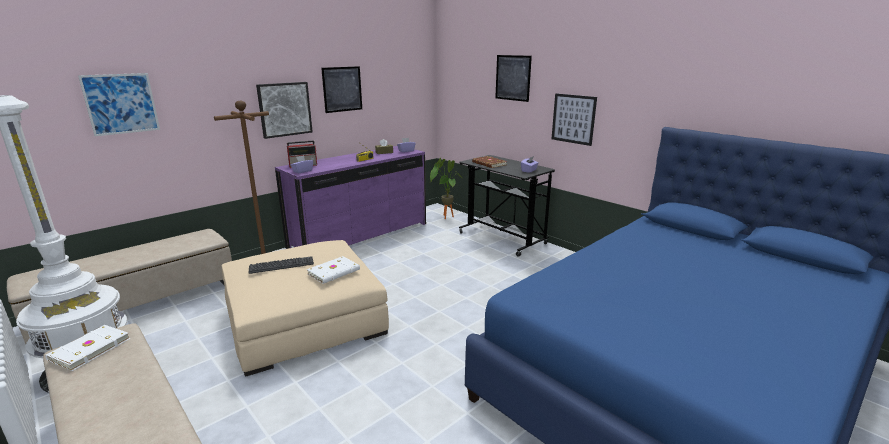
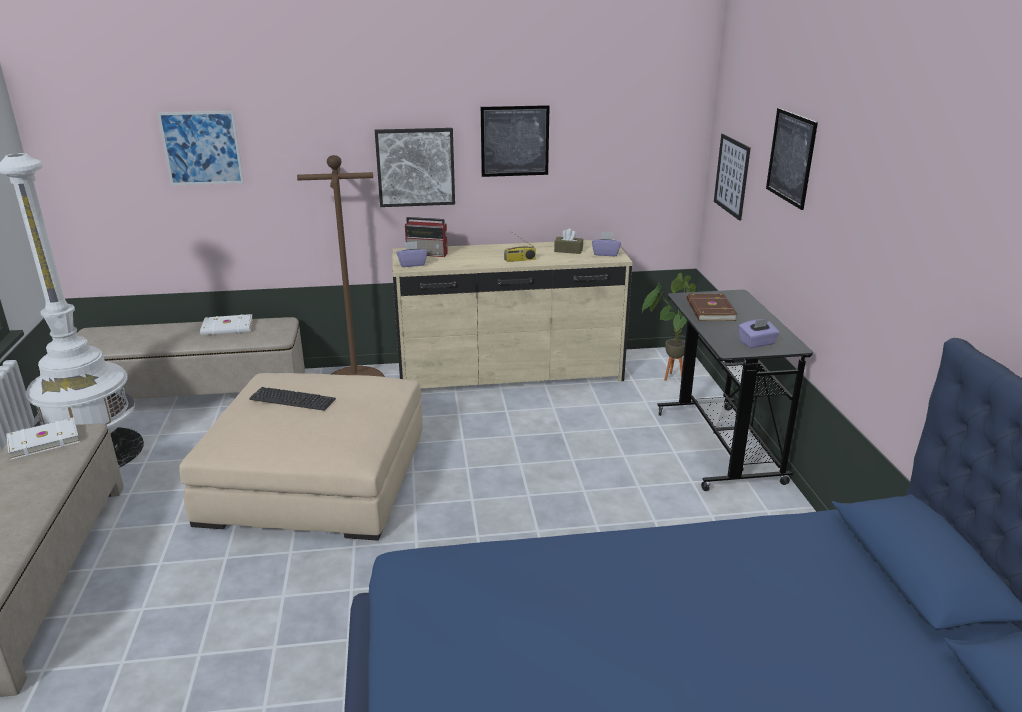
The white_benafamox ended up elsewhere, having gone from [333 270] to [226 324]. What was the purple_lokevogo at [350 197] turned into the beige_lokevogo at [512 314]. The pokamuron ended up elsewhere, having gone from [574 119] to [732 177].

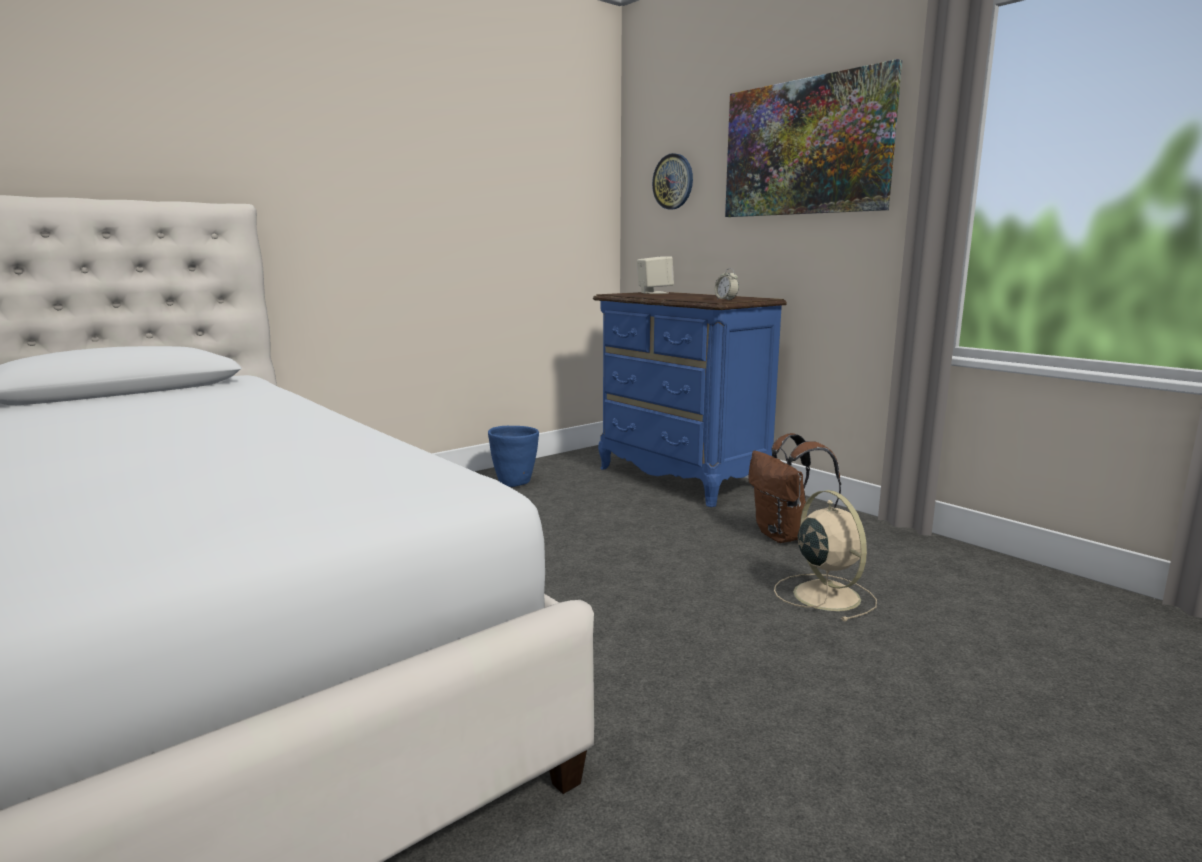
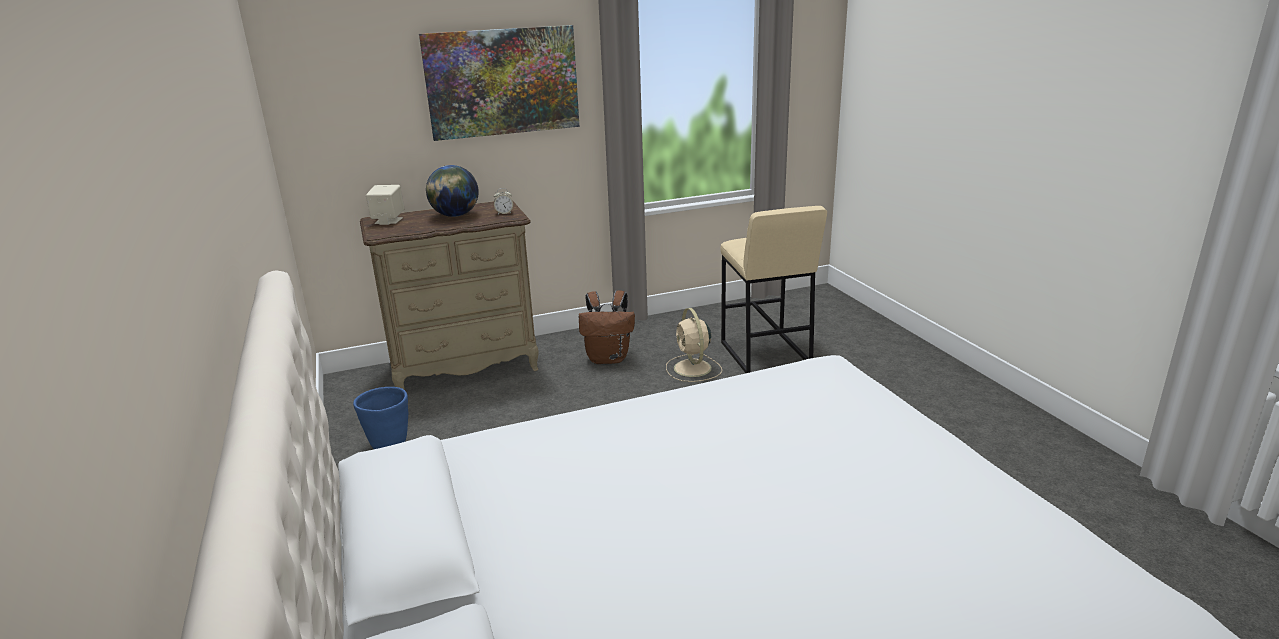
What was the blue_lokevogo at [690 399] turned into the beige_lokevogo at [449 295]. The second view gained the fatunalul at [452 191]. The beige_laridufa at [825 555] ended up facing another way, 105 degrees counterclockwise from before. The second view gained the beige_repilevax at [774 289]. The second view lost the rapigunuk at [672 181].

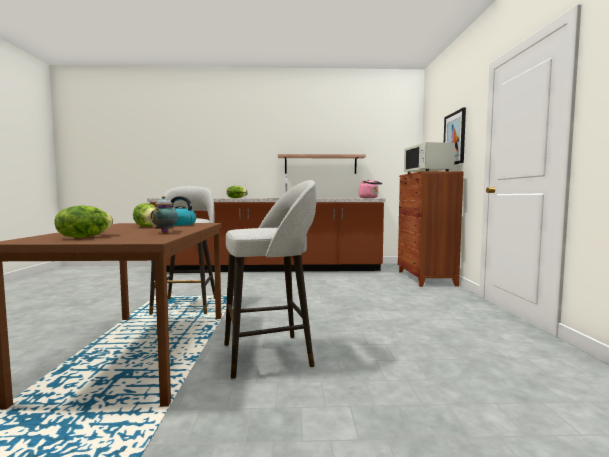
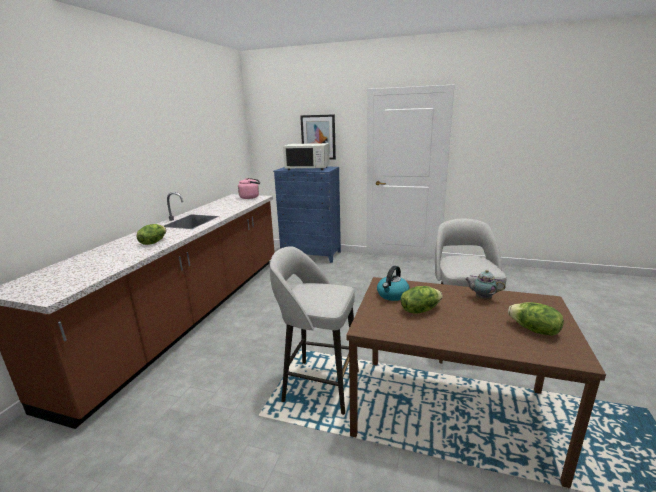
What was the brown_lokevogo at [431 229] turned into the blue_lokevogo at [307 215]. The second view lost the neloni at [322 164].

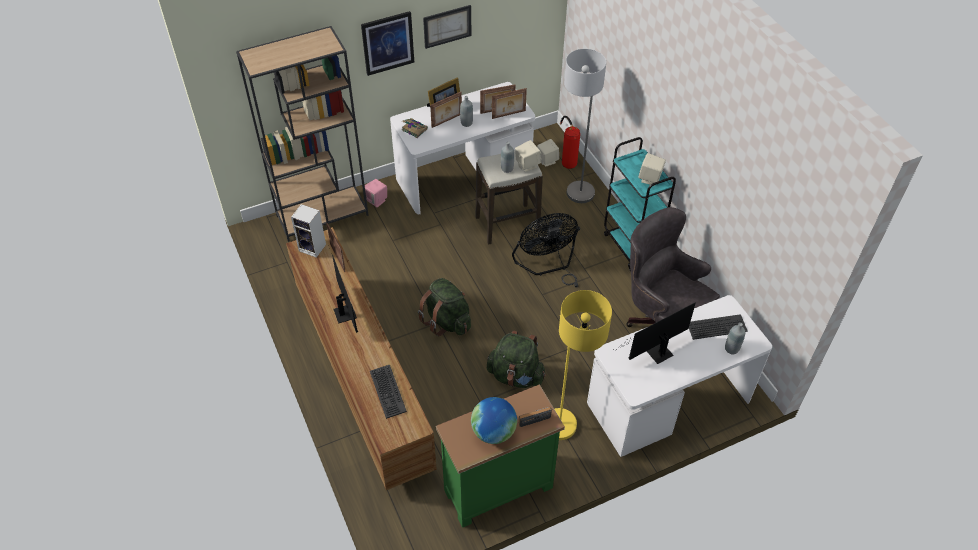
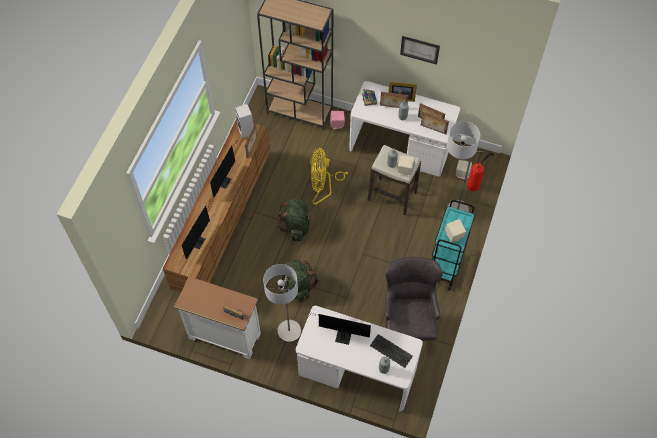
What was the green_lokevogo at [500 456] turned into the white_lokevogo at [217 317]. Where the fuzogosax stood at [388 392], the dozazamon came to stand at [197 229]. What was the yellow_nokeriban at [583 365] turned into the grey_nokeriban at [282 303]. The second view gained the yellow_laridufa at [329 176]. The second view lost the pokamuron at [387 43]. The second view lost the fatunalul at [494 420]. The second view lost the black_laridufa at [546 250].

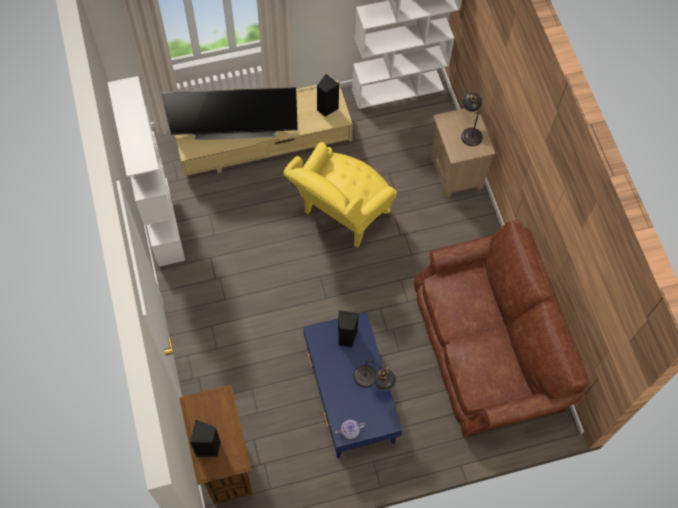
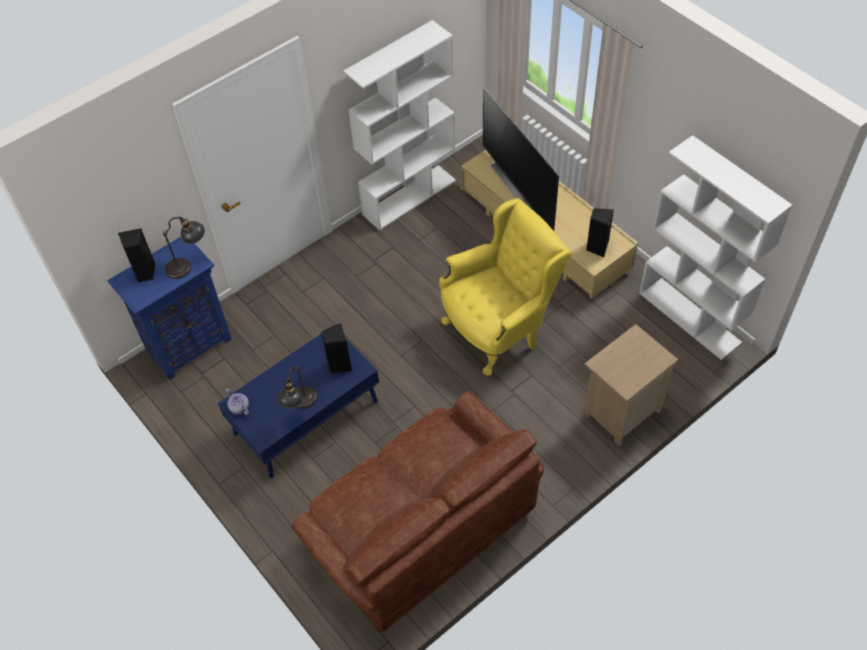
What was the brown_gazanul at [215 445] turned into the blue_gazanul at [169 308]. The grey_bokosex ended up elsewhere, having gone from [472 119] to [184 247]. The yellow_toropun at [340 195] ended up facing another way, 135 degrees clockwise from before.

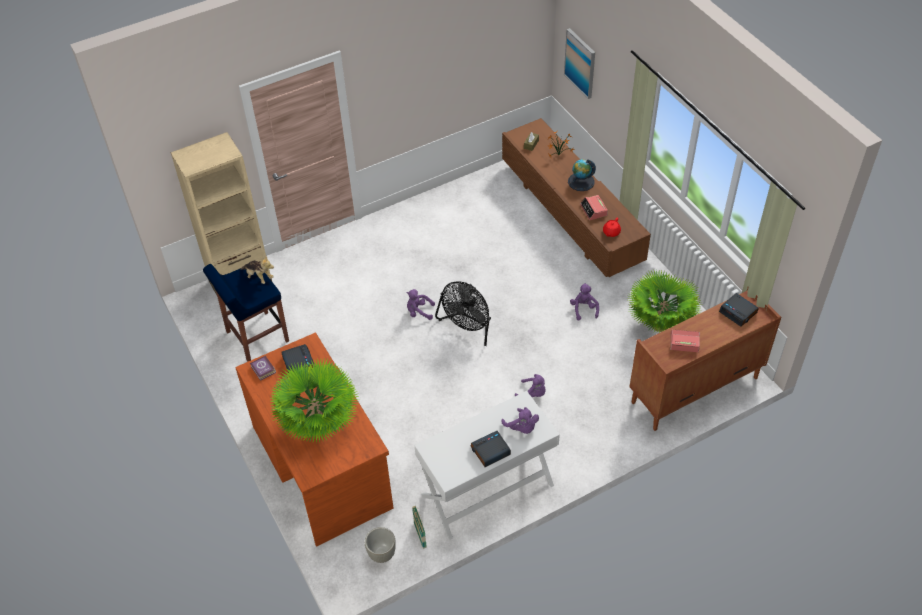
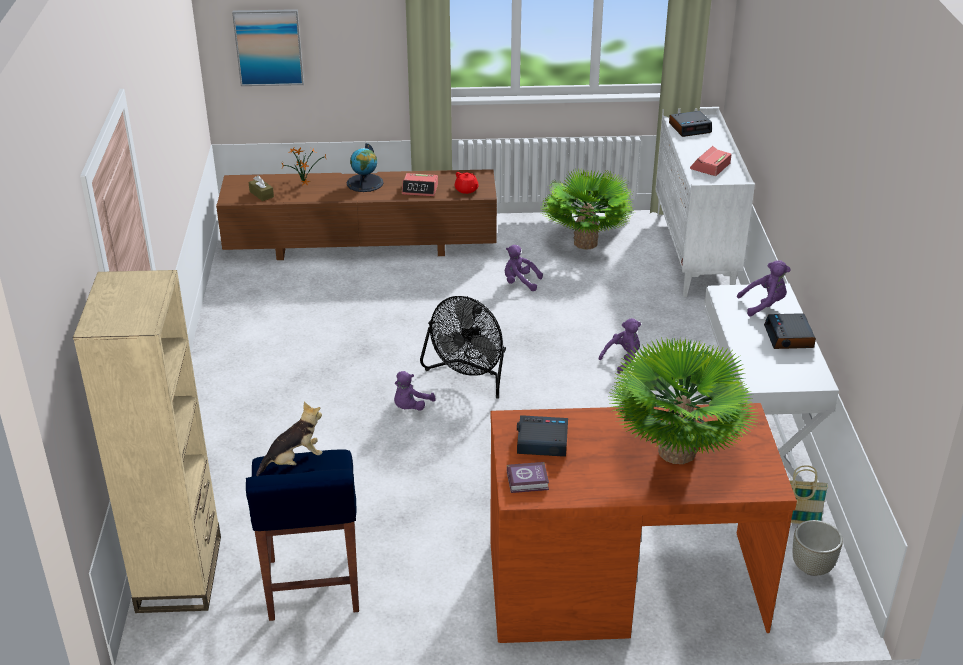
The black_laridufa at [463 313] ended up facing another way, 60 degrees clockwise from before. What was the brown_gazanul at [705 359] turned into the white_gazanul at [705 202].

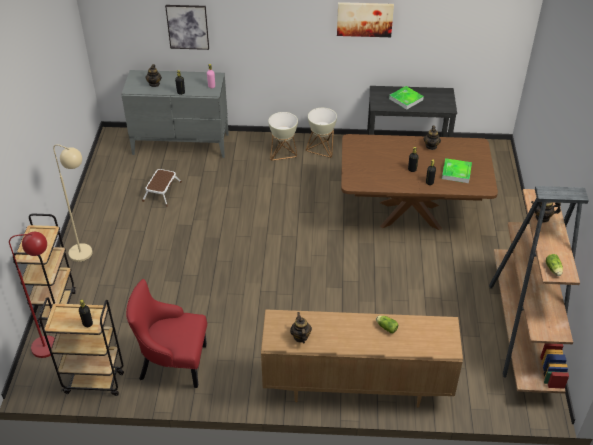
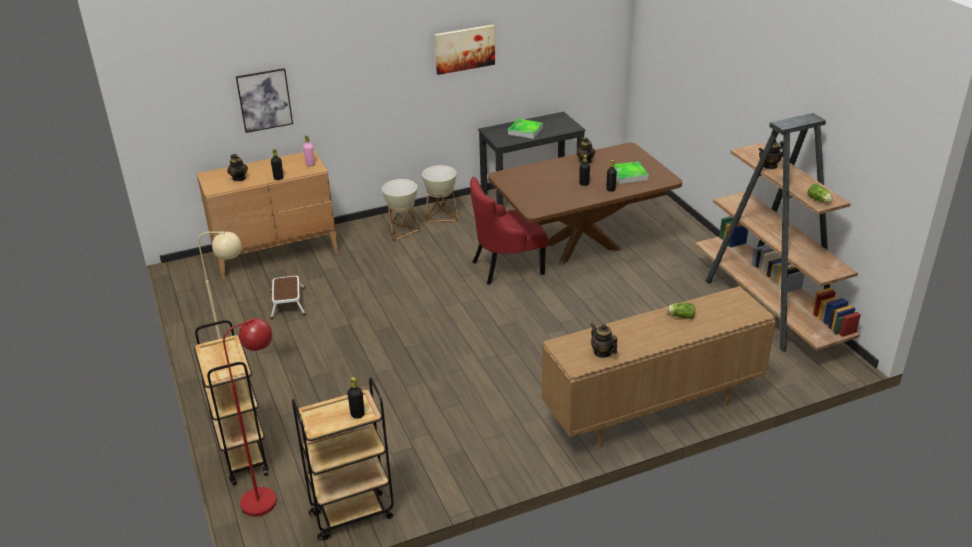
What was the grey_gazanul at [175 114] turned into the brown_gazanul at [267 214]. The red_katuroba ended up elsewhere, having gone from [166 333] to [509 231].

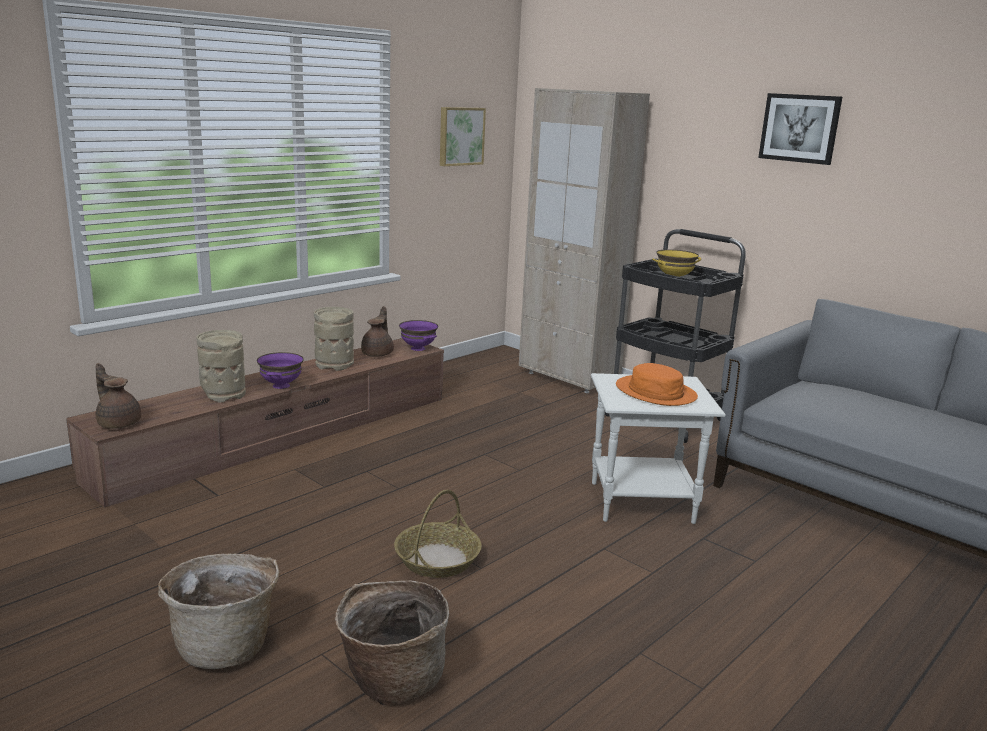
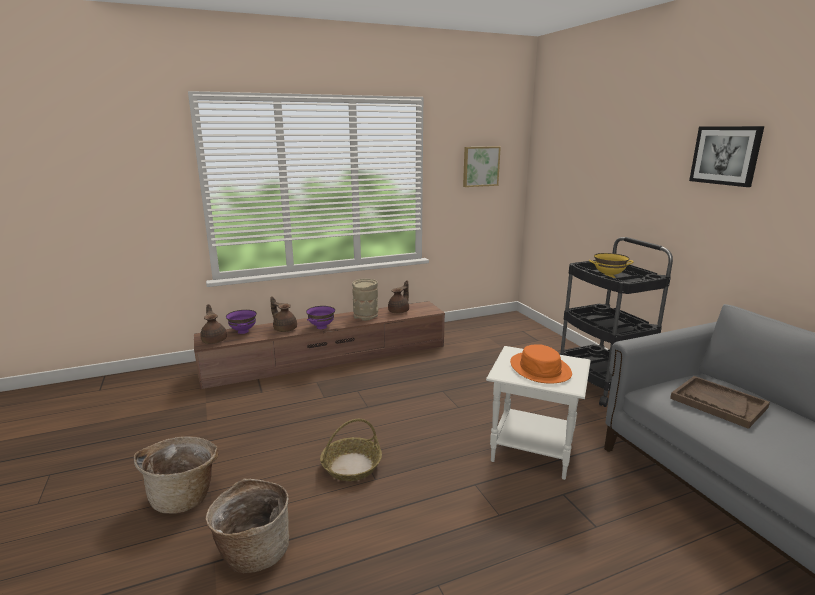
The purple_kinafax ended up elsewhere, having gone from [418 335] to [241 322]. Where the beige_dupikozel stood at [221 366], the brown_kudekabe came to stand at [283 314]. The second view gained the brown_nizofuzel at [720 402]. The second view lost the beige_gazanul at [584 240].

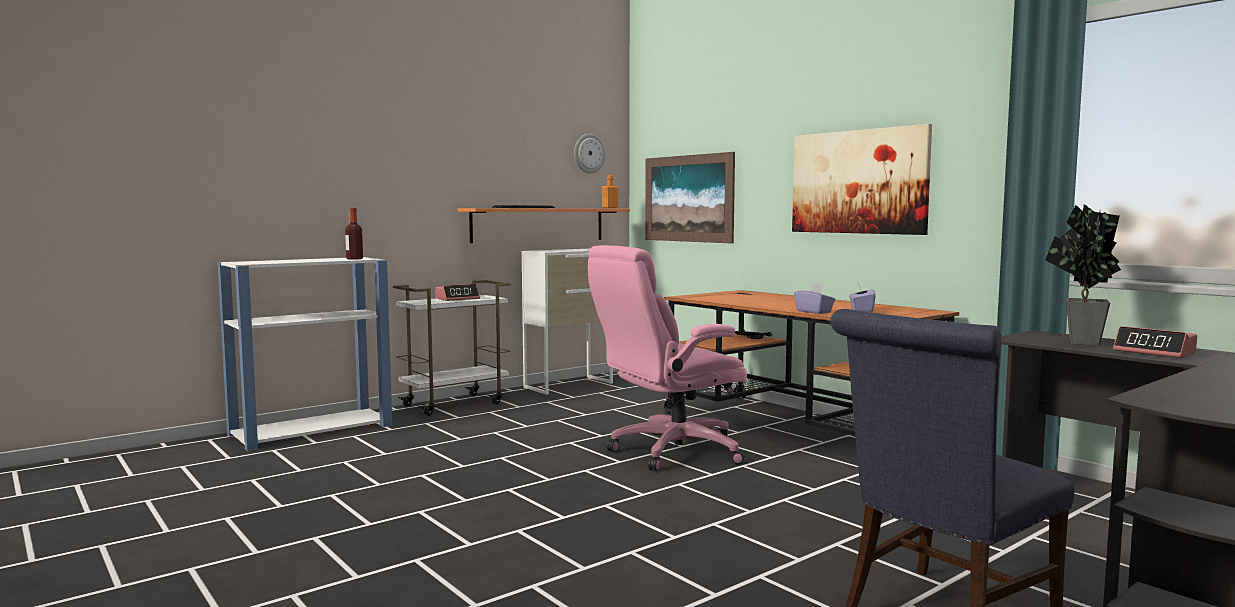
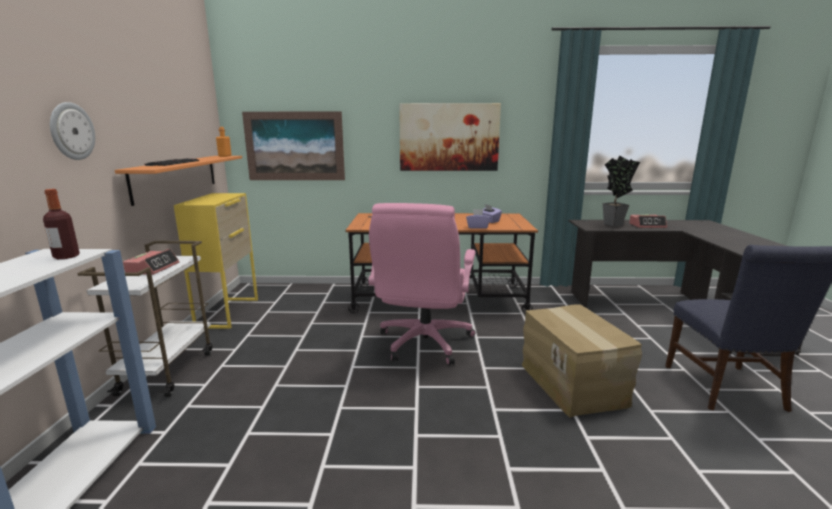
The rapigunuk ended up elsewhere, having gone from [590 153] to [72 131]. What was the white_gazanul at [567 322] turned into the yellow_gazanul at [216 261]. The second view gained the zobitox at [582 361].

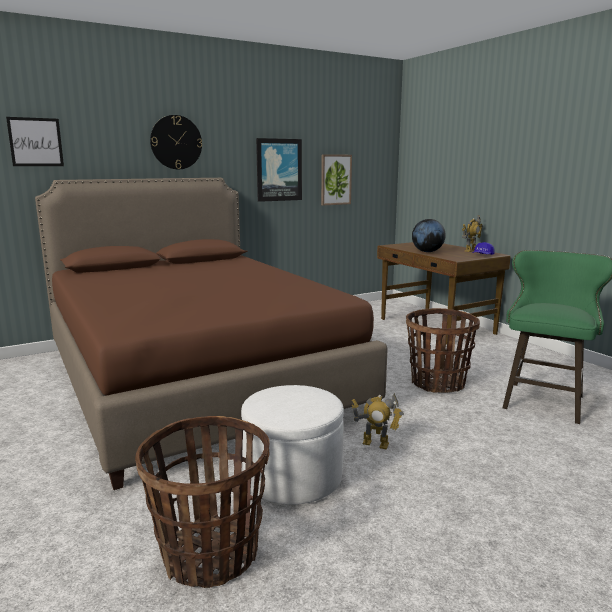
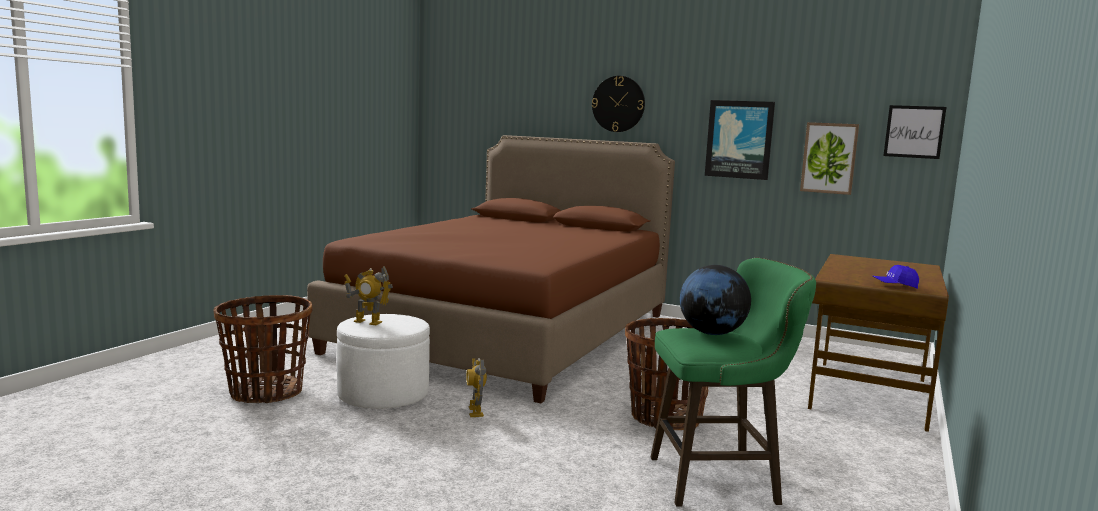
The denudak ended up elsewhere, having gone from [472 233] to [368 295]. The fatunalul ended up elsewhere, having gone from [429 235] to [715 300]. The pokamuron ended up elsewhere, having gone from [35 141] to [914 132].

